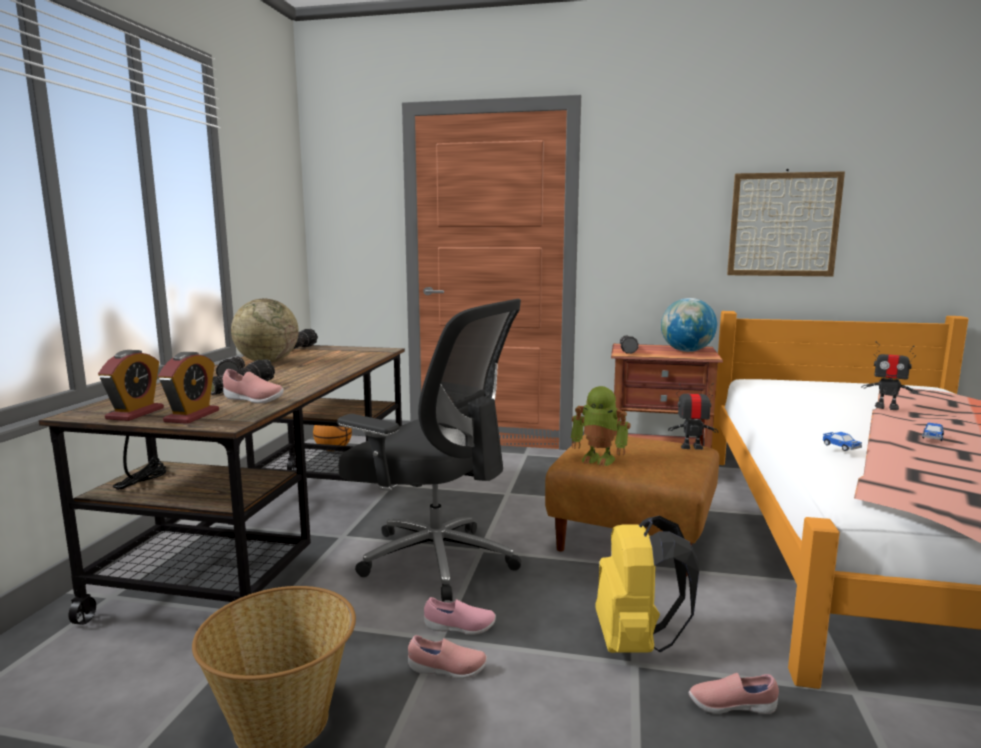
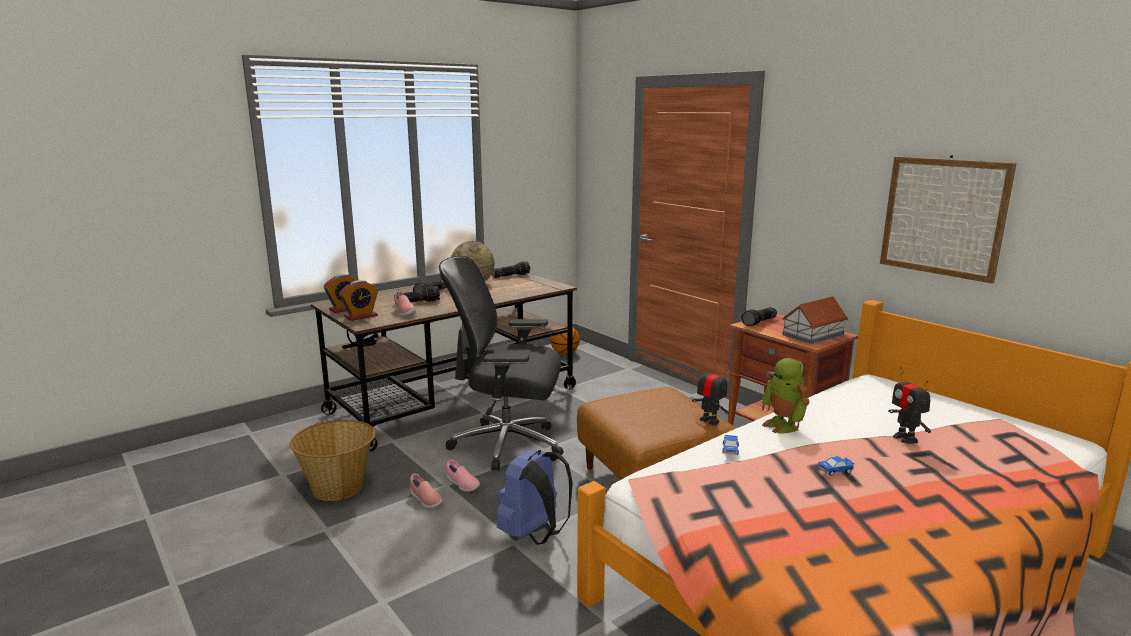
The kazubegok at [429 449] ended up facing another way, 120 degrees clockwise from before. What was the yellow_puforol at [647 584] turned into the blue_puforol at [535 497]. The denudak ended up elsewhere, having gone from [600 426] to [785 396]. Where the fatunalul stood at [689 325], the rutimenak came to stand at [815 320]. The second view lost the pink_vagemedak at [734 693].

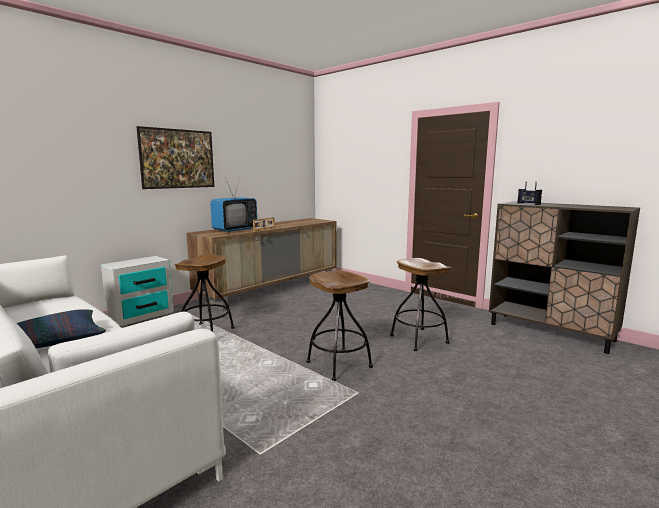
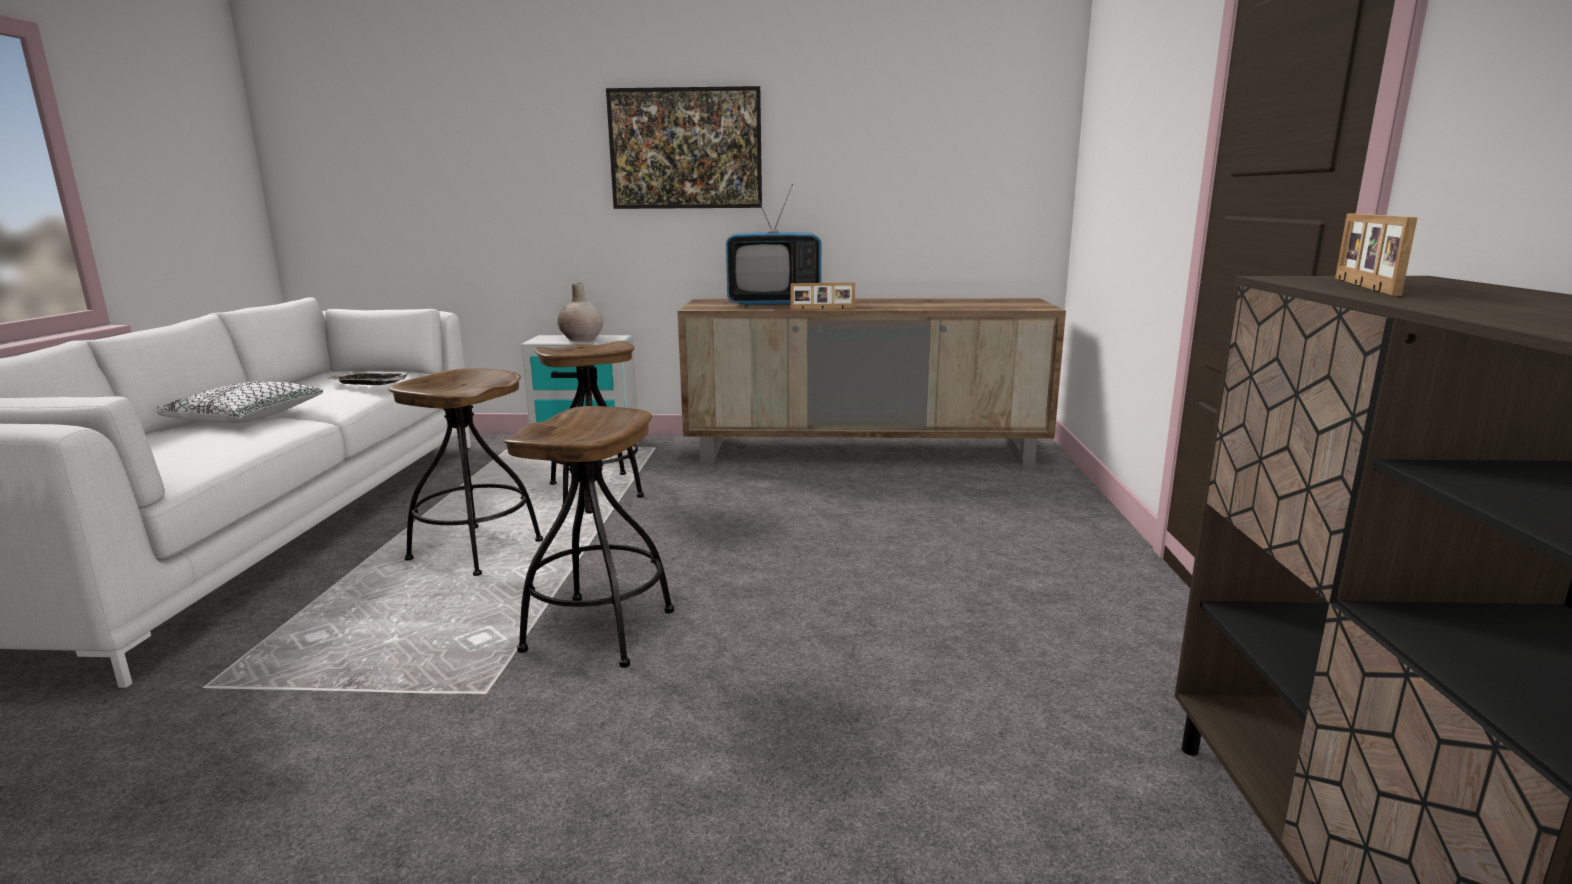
What was the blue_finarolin at [61 328] turned into the white_finarolin at [239 402]. The second view gained the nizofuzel at [368 378]. The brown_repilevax ended up elsewhere, having gone from [420 304] to [465 472]. The second view gained the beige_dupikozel at [580 312]. Where the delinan stood at [529 193], the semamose came to stand at [1376 254].

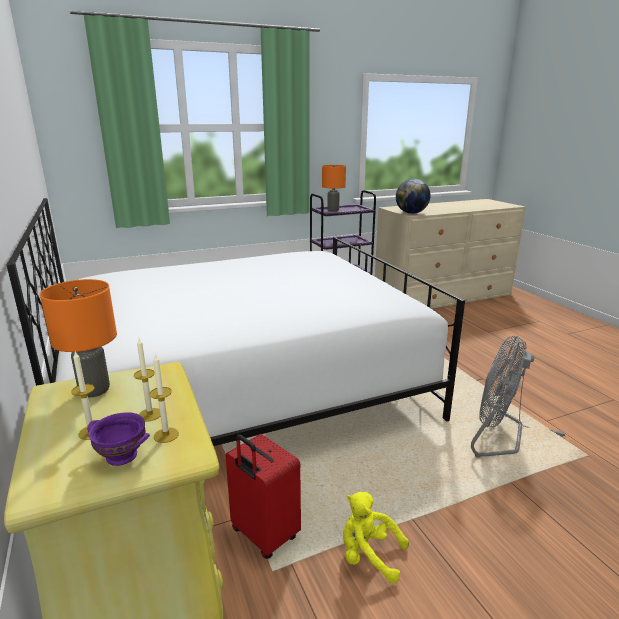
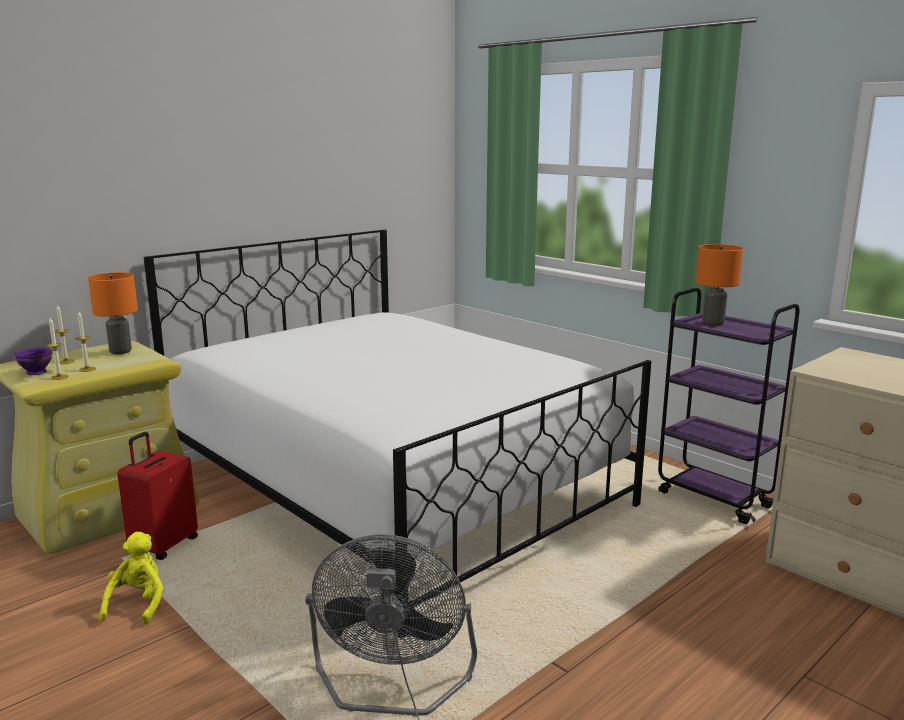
The second view lost the fatunalul at [413 196].

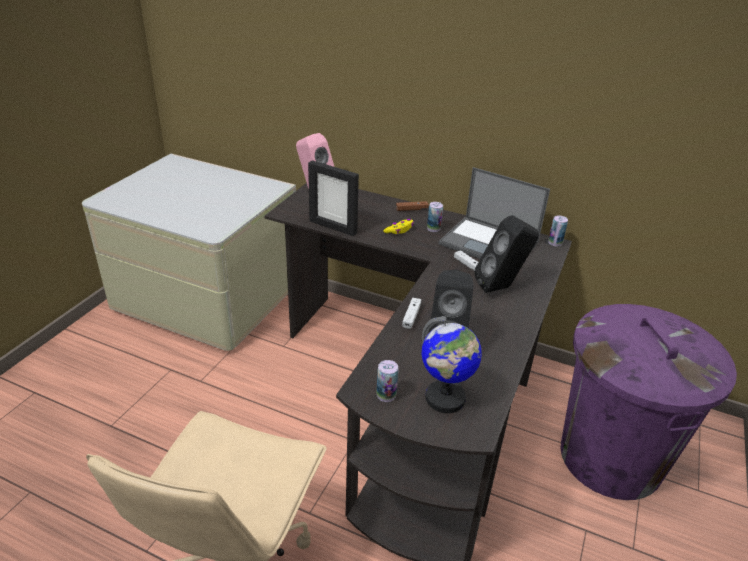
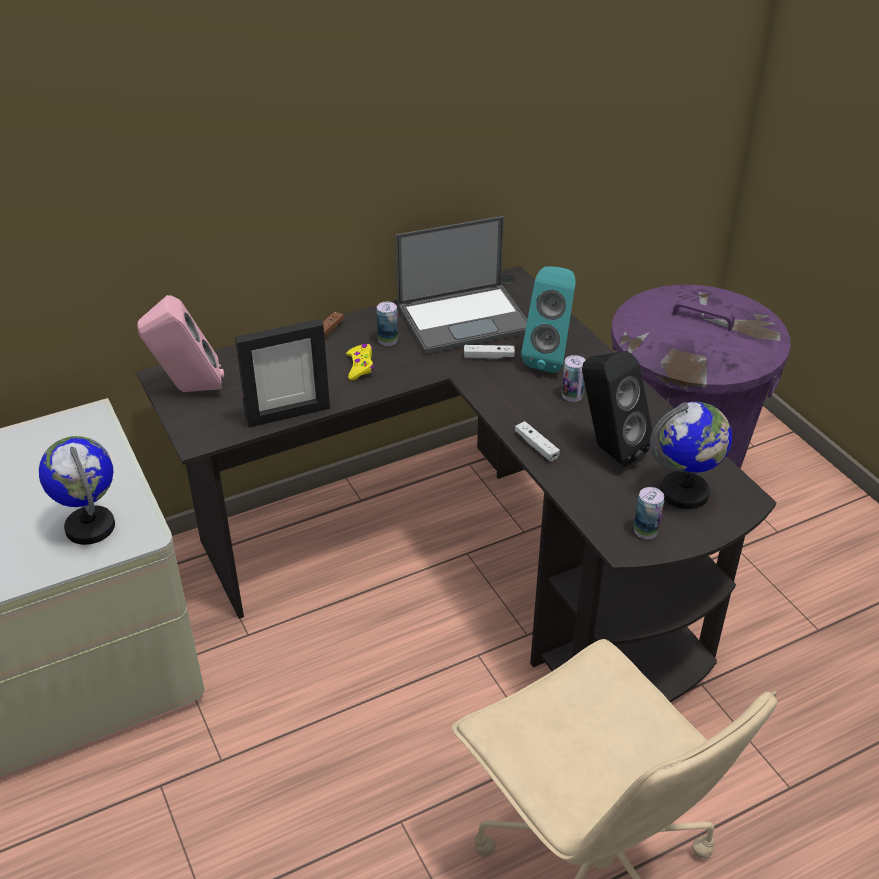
The second view gained the fatunalul at [77 490]. What was the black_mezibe at [507 254] turned into the turquoise_mezibe at [548 319]. The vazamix ended up elsewhere, having gone from [558 230] to [573 378].

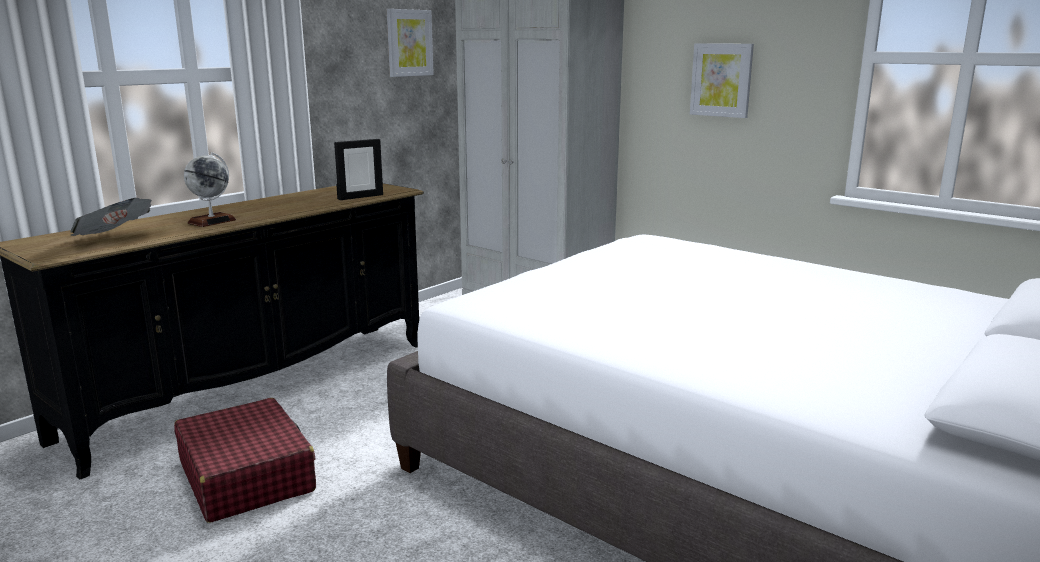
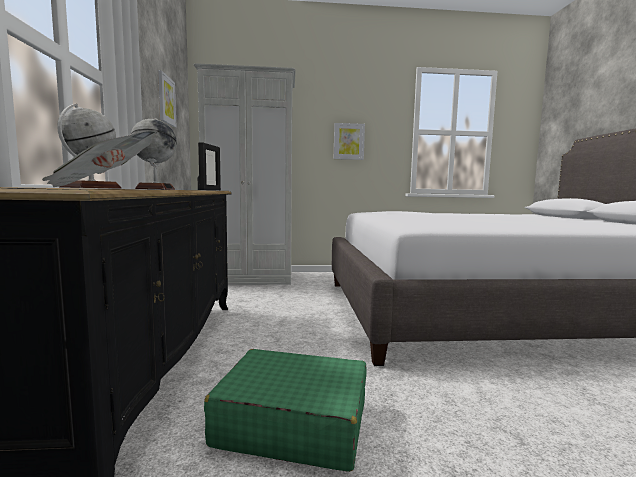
The second view gained the fatunalul at [89 146]. What was the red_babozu at [245 460] turned into the green_babozu at [285 410].

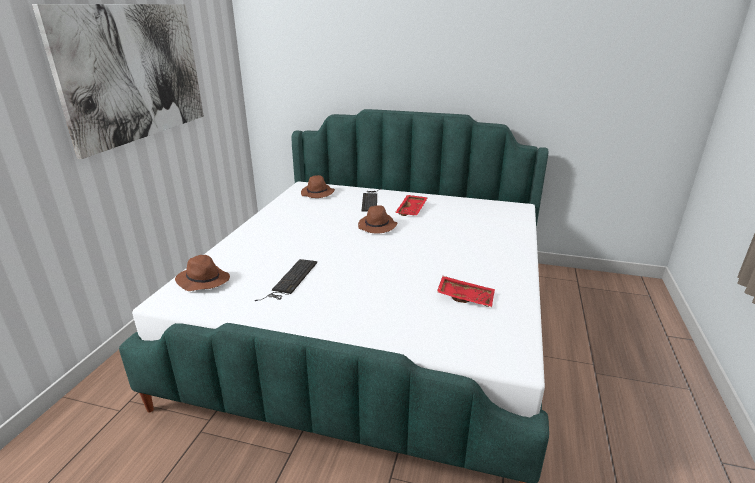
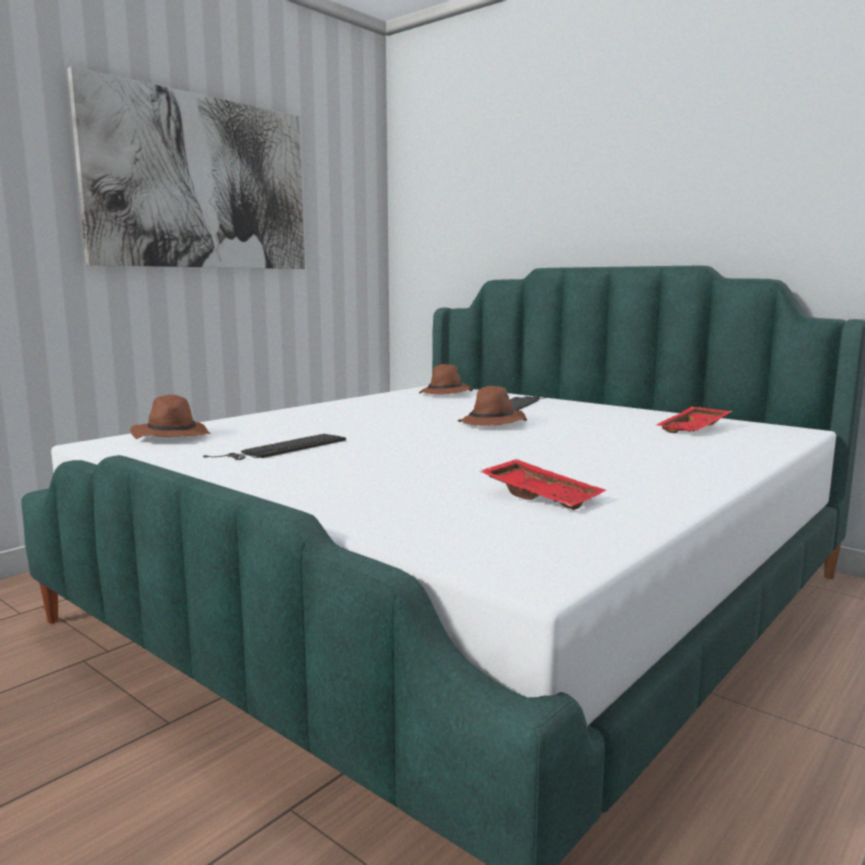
The red_nizofuzel ended up elsewhere, having gone from [411 205] to [694 420].

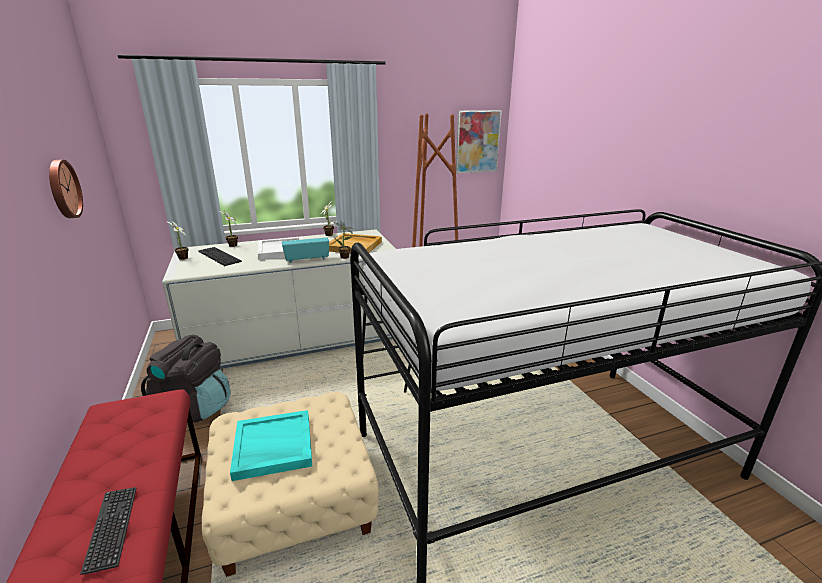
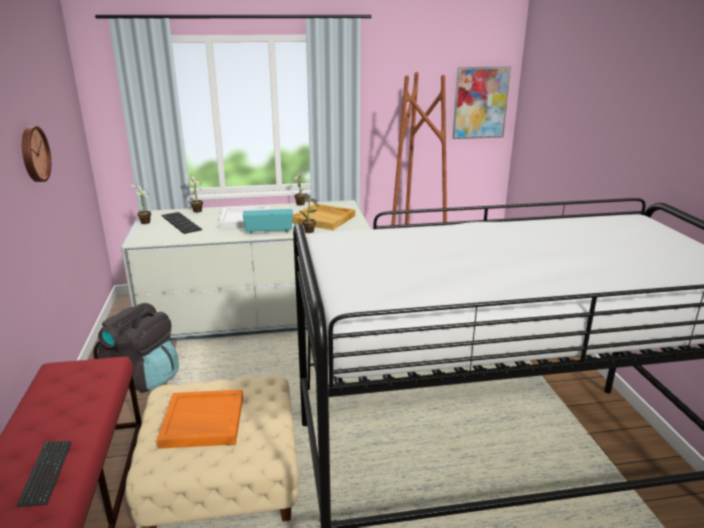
What was the turquoise_nizofuzel at [271 445] turned into the orange_nizofuzel at [200 419].

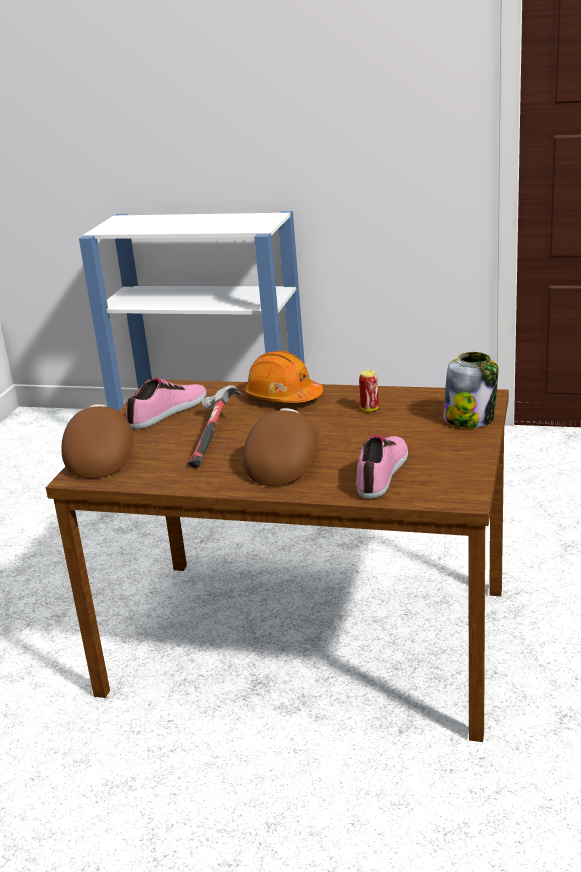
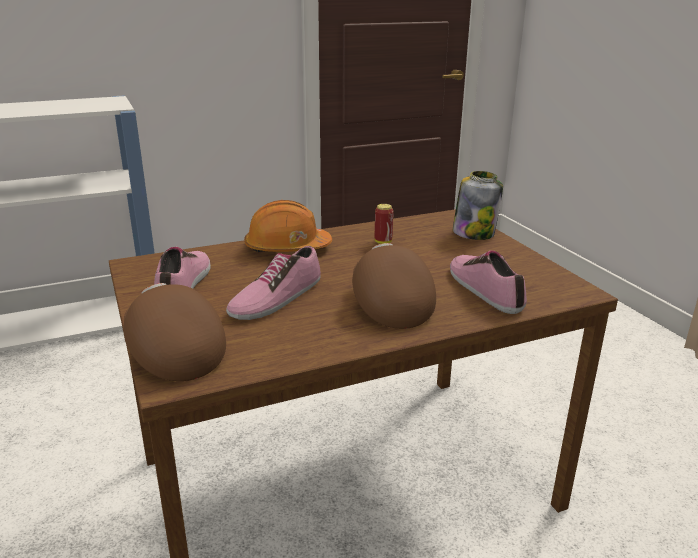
Where the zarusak stood at [215 426], the vagemedak came to stand at [273 283].

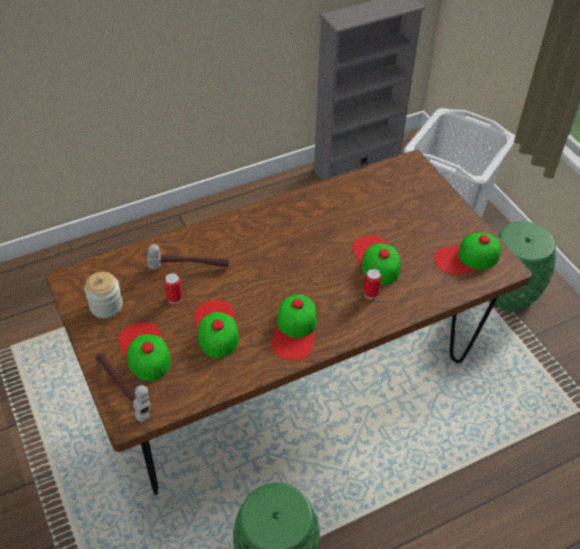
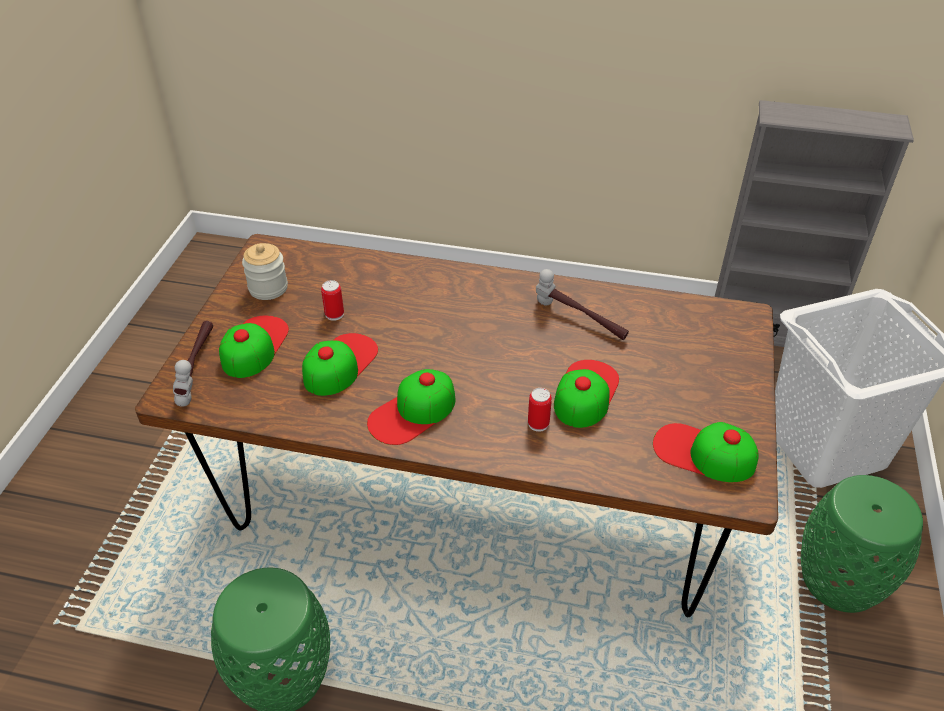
The zarusak ended up elsewhere, having gone from [188 257] to [582 304].

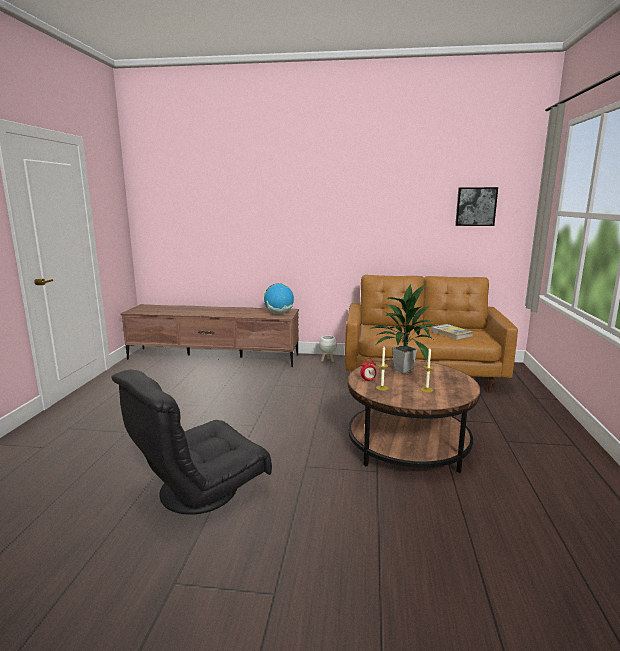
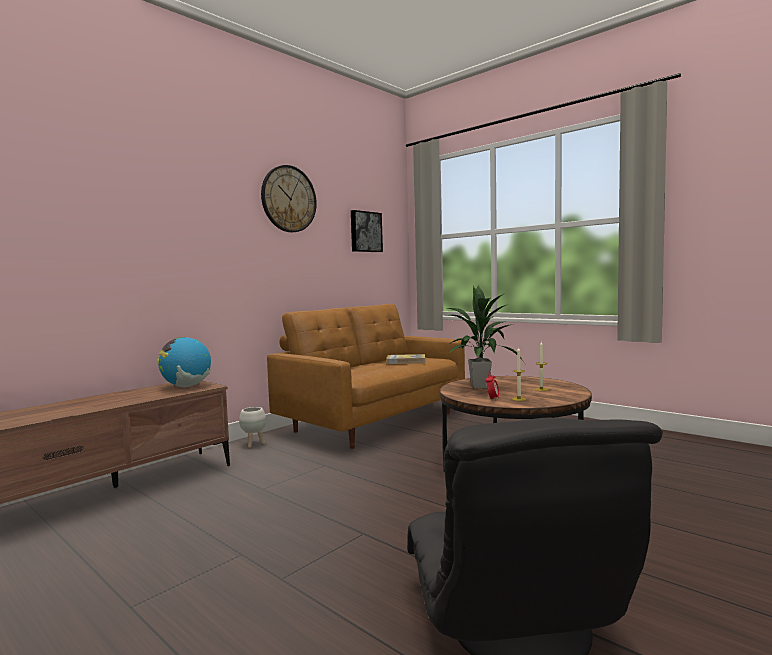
The second view gained the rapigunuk at [289 198].

